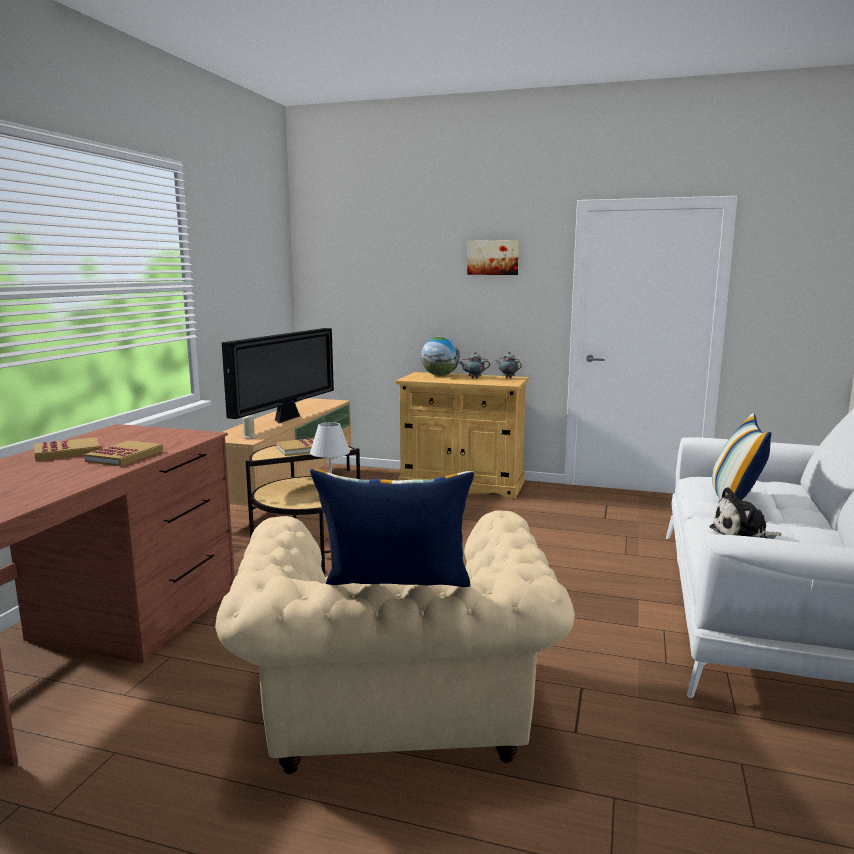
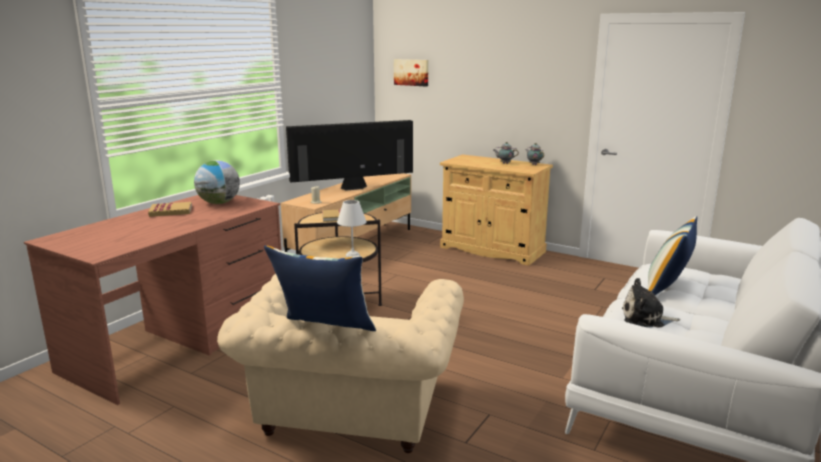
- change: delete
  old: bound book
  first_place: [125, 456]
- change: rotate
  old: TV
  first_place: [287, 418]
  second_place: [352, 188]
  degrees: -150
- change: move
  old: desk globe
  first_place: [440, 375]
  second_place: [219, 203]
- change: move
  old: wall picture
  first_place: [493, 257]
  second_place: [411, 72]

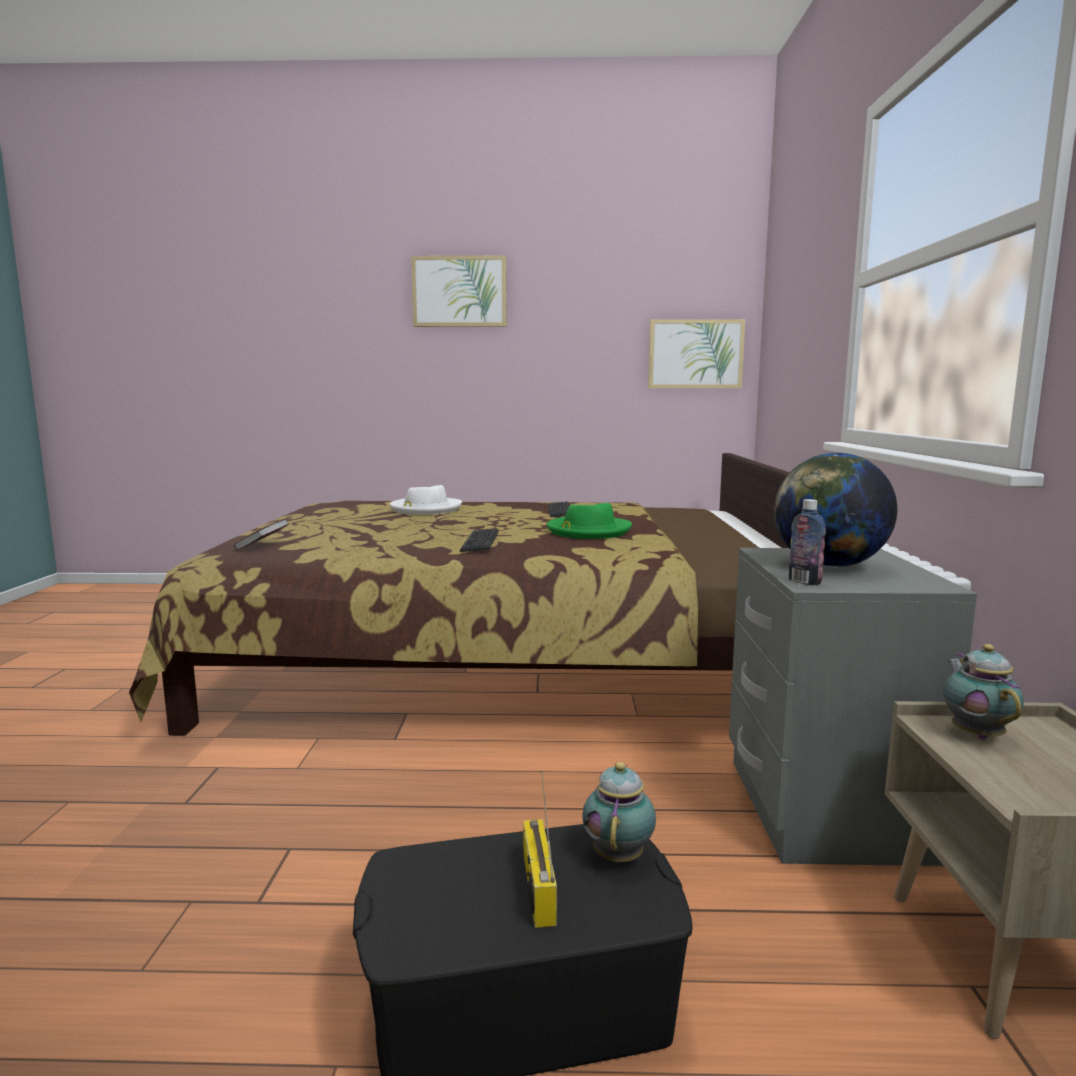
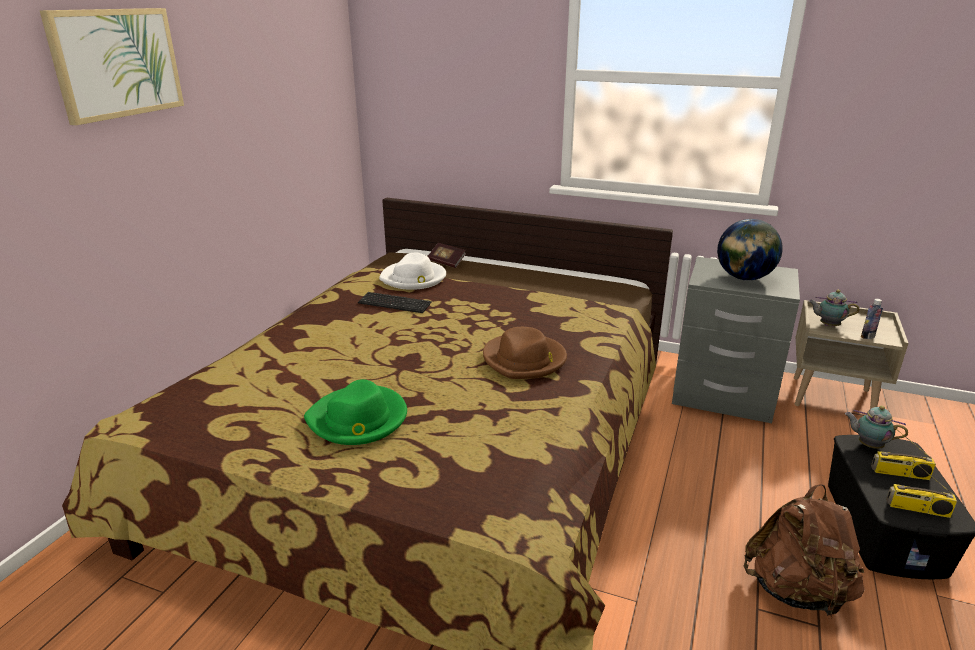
- change: move
  old: bound book
  first_place: [263, 545]
  second_place: [446, 262]
- change: move
  old: white-coloured clothing hat
  first_place: [425, 509]
  second_place: [414, 278]
- change: replace
  old: PC keyboard
  new: brown clothing hat
  first_place: [480, 542]
  second_place: [525, 360]
- change: move
  old: greenish clothing hat
  first_place: [588, 531]
  second_place: [358, 419]
- change: delete
  old: wall picture
  first_place: [695, 354]
- change: move
  old: beverage bottle
  first_place: [804, 581]
  second_place: [867, 336]
- change: insert
  new: brown rucksack
  second_place: [797, 591]
- change: insert
  new: radio receiver
  second_place: [917, 509]

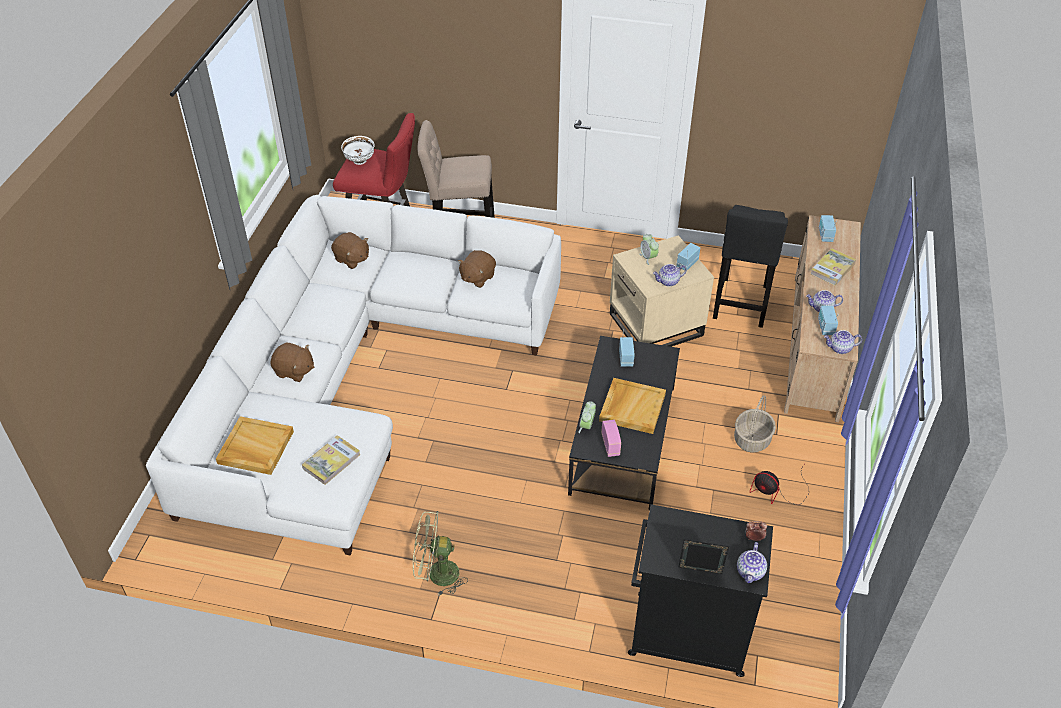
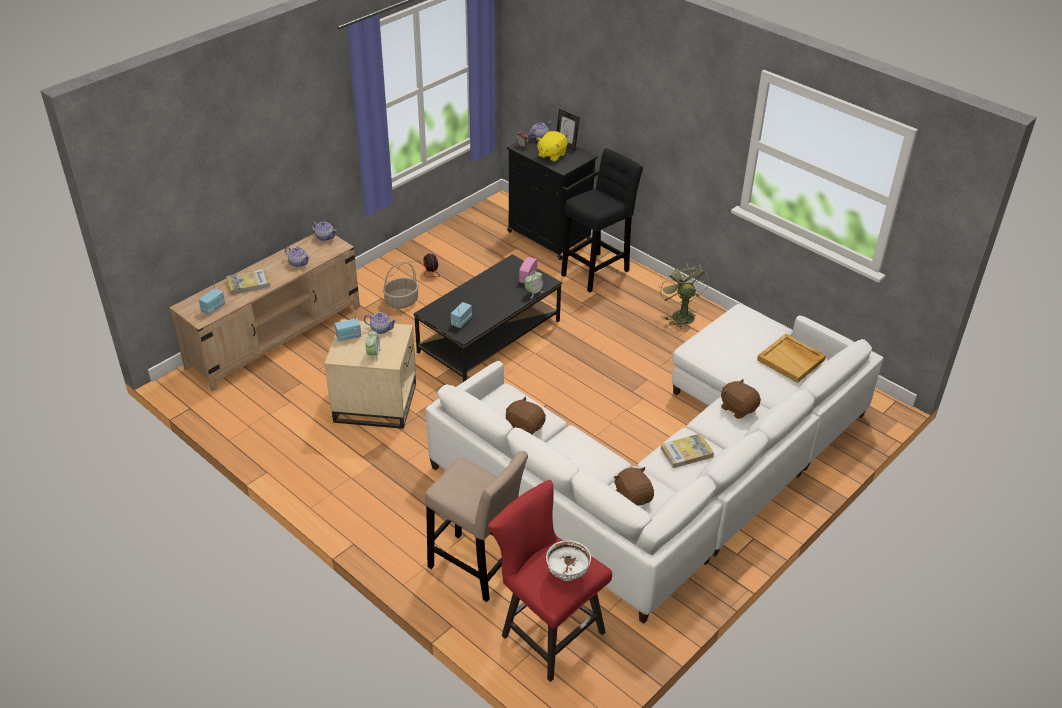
- change: move
  old: bound book
  first_place: [331, 461]
  second_place: [686, 452]
- change: rotate
  old: greenish cooling fan
  first_place: [436, 574]
  second_place: [680, 314]
  degrees: -135
- change: rotate
  old: brown soft toy
  first_place: [477, 277]
  second_place: [525, 427]
  degrees: -120
- change: delete
  old: sand-coloured tray
  first_place: [632, 407]
- change: move
  old: blackish sitting stool
  first_place: [740, 305]
  second_place: [597, 271]
- change: delete
  old: radio receiver
  first_place: [825, 327]
- change: insert
  new: yellowish soft toy
  second_place: [551, 155]

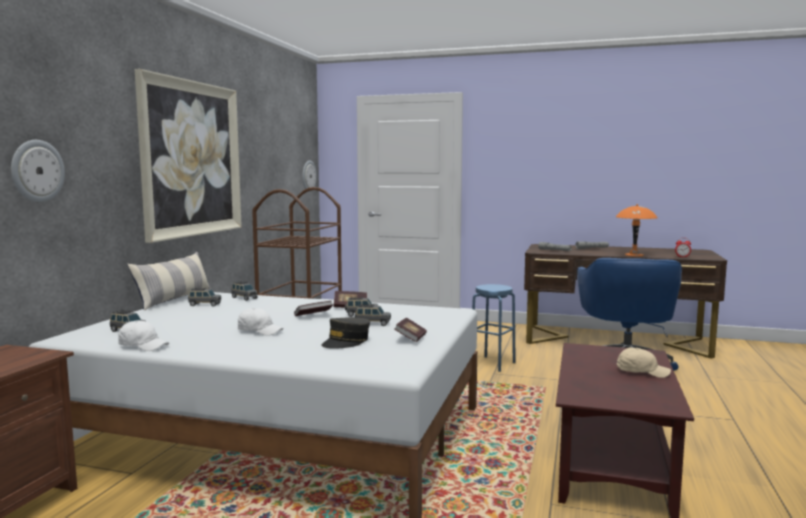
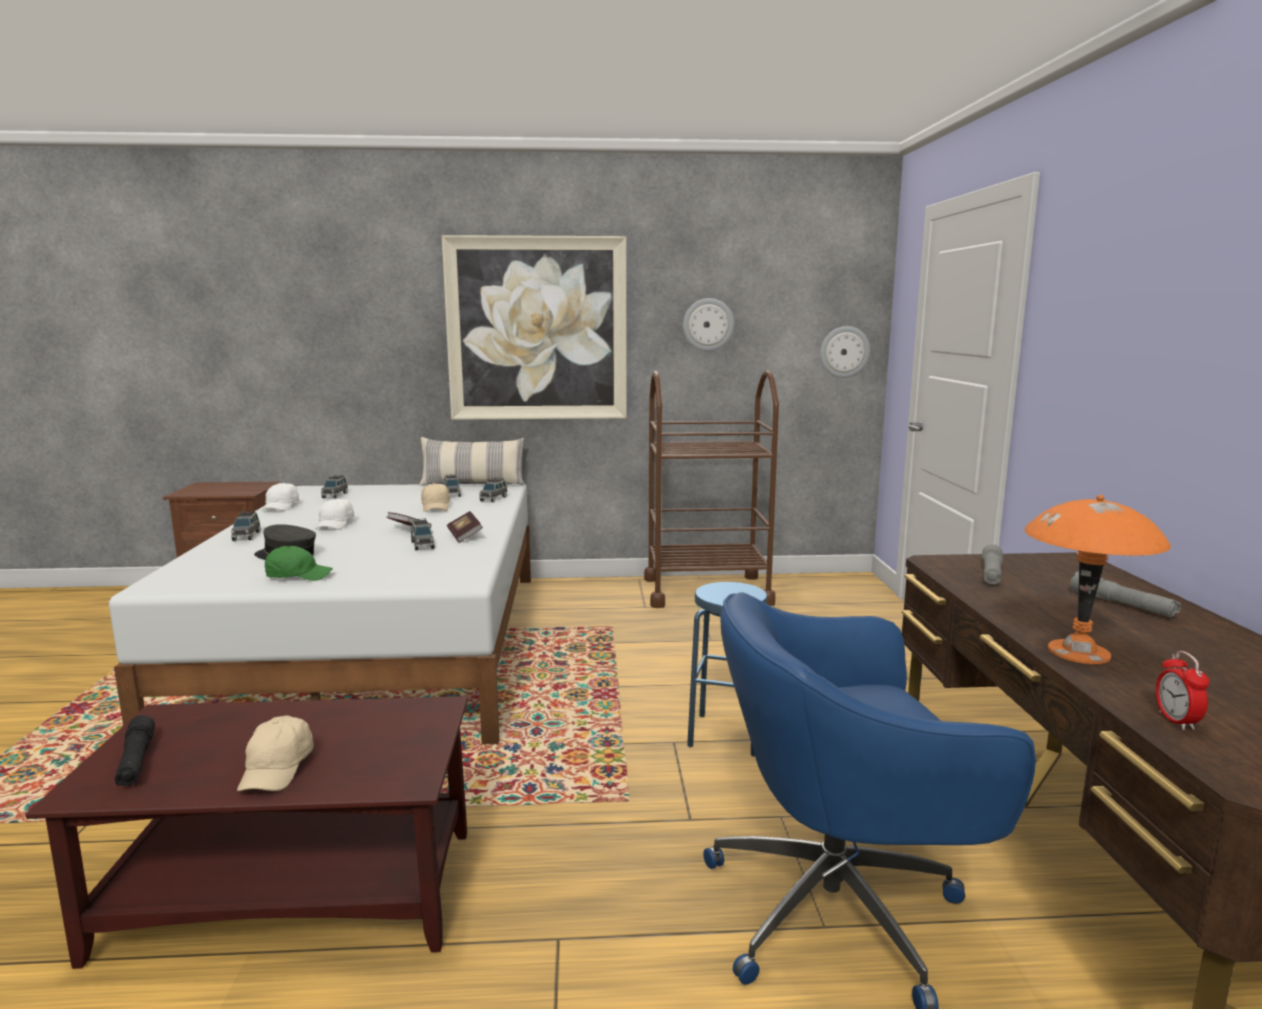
- change: move
  old: hanging clock
  first_place: [37, 171]
  second_place: [708, 324]
- change: move
  old: greyish model car
  first_place: [372, 323]
  second_place: [246, 536]
- change: replace
  old: bound book
  new: greenish peaked cap
  first_place: [411, 338]
  second_place: [298, 576]
- change: insert
  new: blackish flashlight
  second_place: [136, 761]
- change: insert
  new: sand-coloured peaked cap
  second_place: [436, 507]

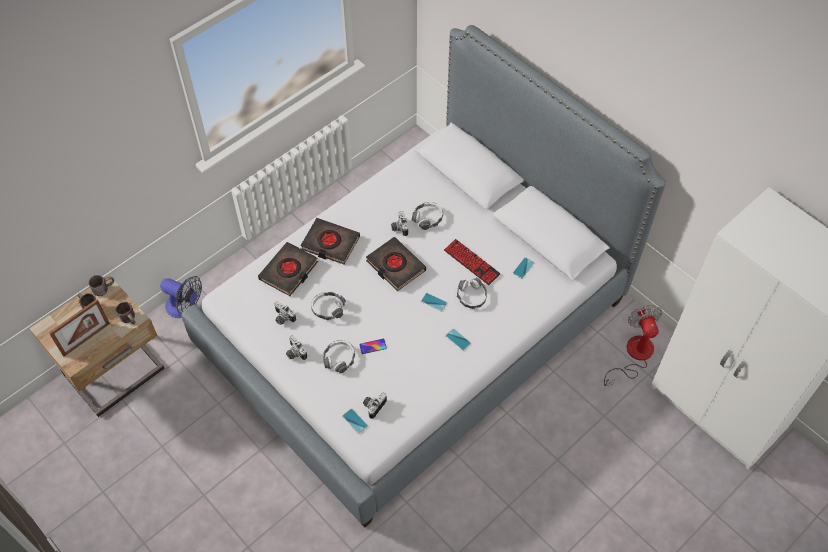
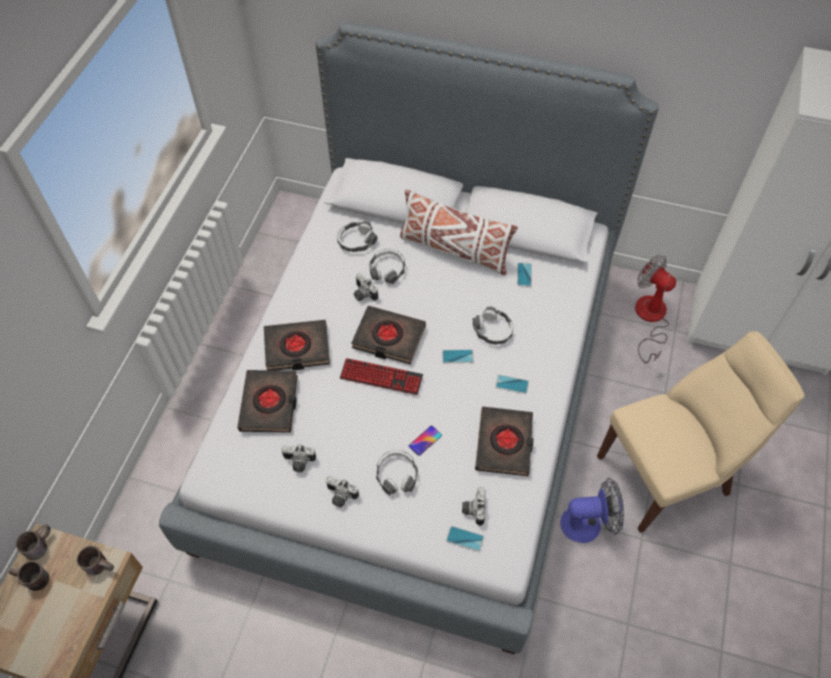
- change: delete
  old: photo frame
  first_place: [86, 339]
- change: move
  old: cooling fan
  first_place: [185, 308]
  second_place: [588, 523]
- change: move
  old: headset
  first_place: [328, 308]
  second_place: [356, 241]
- change: move
  old: PC keyboard
  first_place: [471, 262]
  second_place: [381, 377]
- change: insert
  new: white-coloured throw pillow
  second_place: [454, 250]
- change: insert
  new: blackish bound book
  second_place: [504, 444]
- change: insert
  new: sand-coloured plain chair
  second_place: [669, 474]

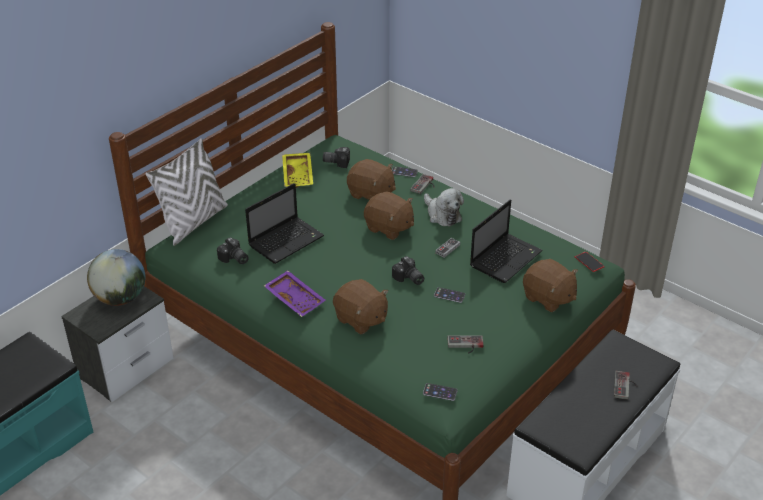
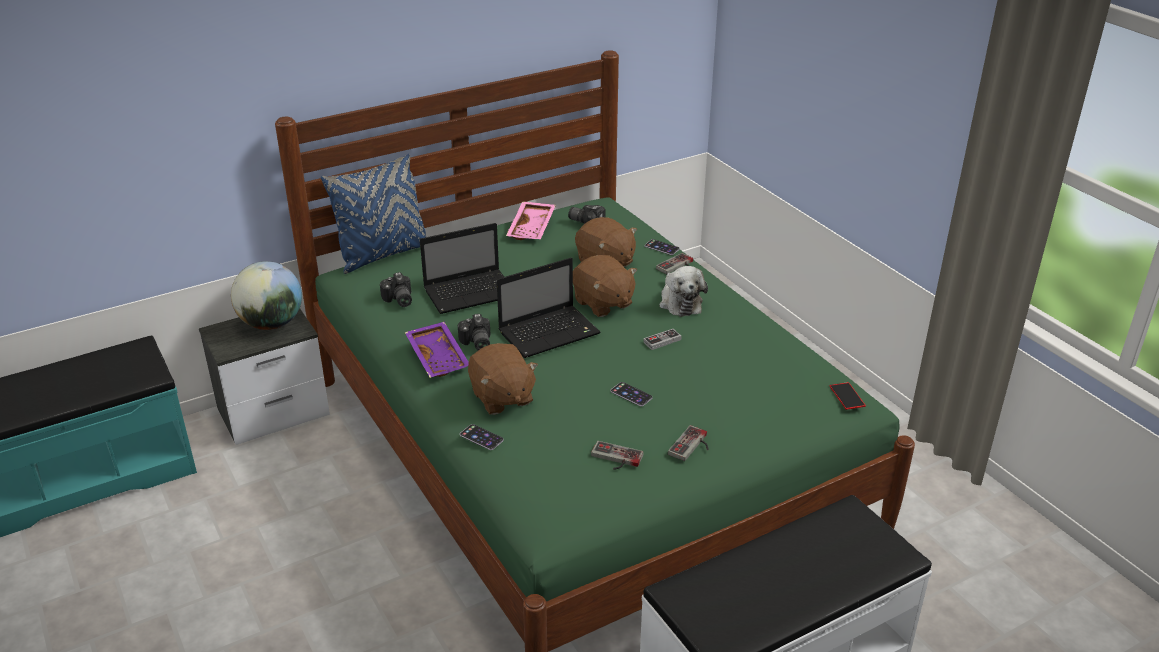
- change: recolor
  old: white-coloured throw pillow
  new: blue-coloured throw pillow
  first_place: [193, 222]
  second_place: [383, 254]
- change: recolor
  old: yellowish tray
  new: pinkish tray
  first_place: [299, 175]
  second_place: [532, 228]
- change: move
  old: still camera
  first_place: [408, 279]
  second_place: [476, 343]
- change: move
  old: handset
  first_place: [440, 392]
  second_place: [481, 437]
- change: move
  old: notebook computer
  first_place: [506, 258]
  second_place: [550, 332]
- change: delete
  old: brown soft toy
  first_place: [548, 298]
- change: move
  old: game controller
  first_place: [625, 386]
  second_place: [692, 446]

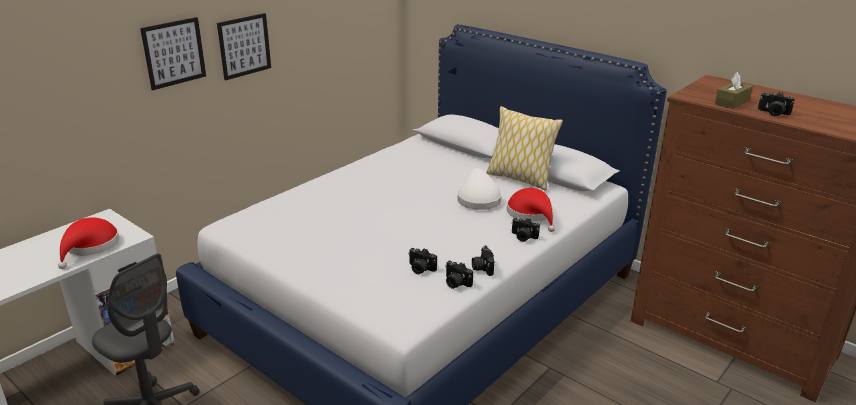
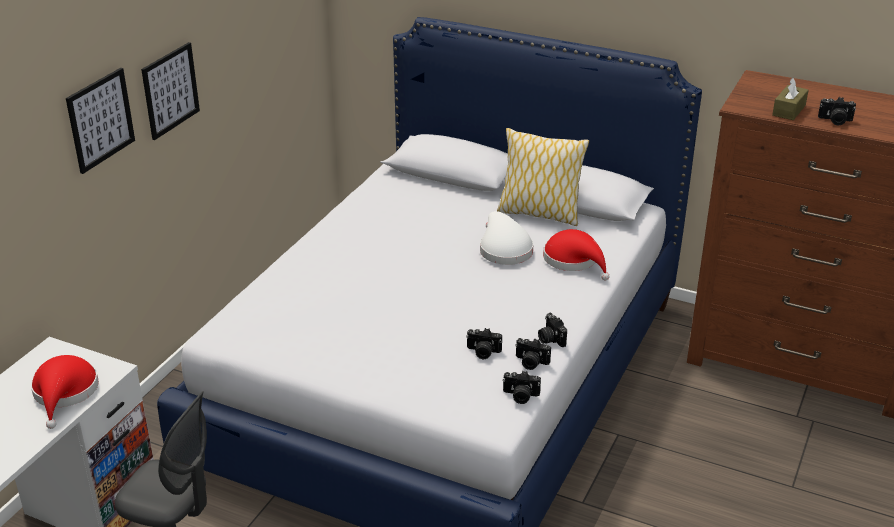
- change: move
  old: still camera
  first_place: [523, 237]
  second_place: [520, 396]

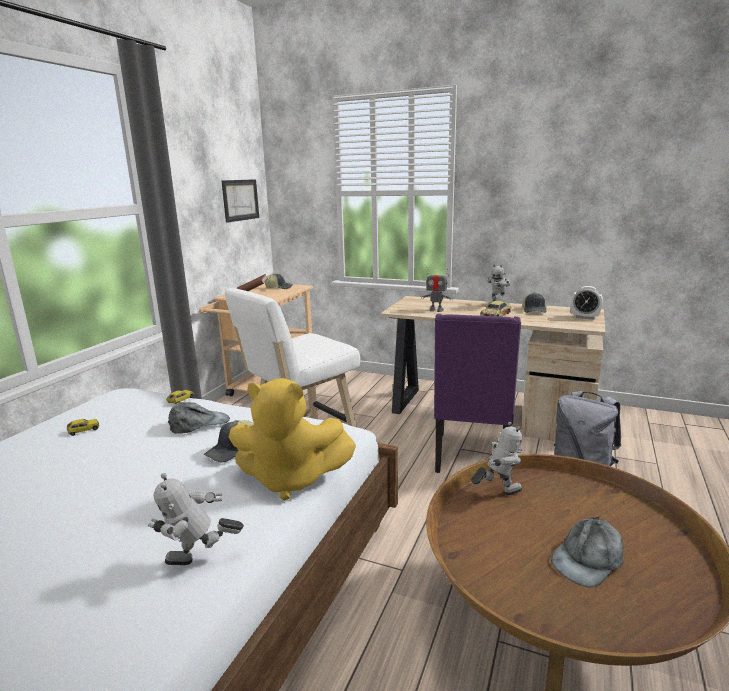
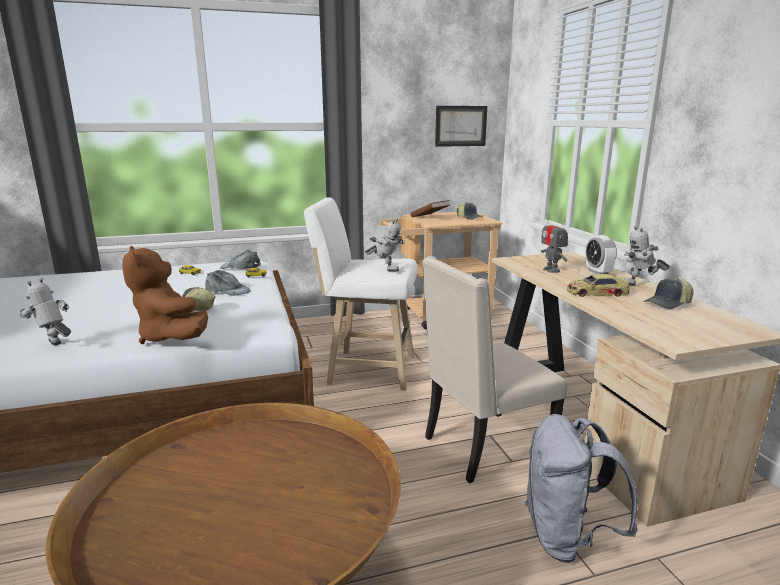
- change: recolor
  old: yellowish soft toy
  new: brown soft toy
  first_place: [291, 479]
  second_place: [171, 337]
- change: recolor
  old: purple plain chair
  new: sand-coloured plain chair
  first_place: [472, 457]
  second_place: [484, 447]
- change: move
  old: robot figure
  first_place: [497, 493]
  second_place: [385, 269]
- change: move
  old: greyish peaked cap
  first_place: [587, 559]
  second_place: [240, 267]
- change: move
  old: bedside clock
  first_place: [585, 317]
  second_place: [598, 272]

